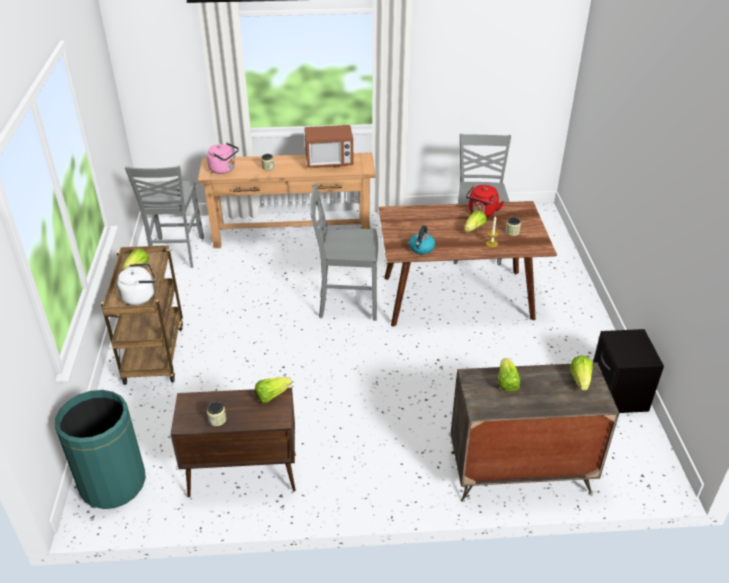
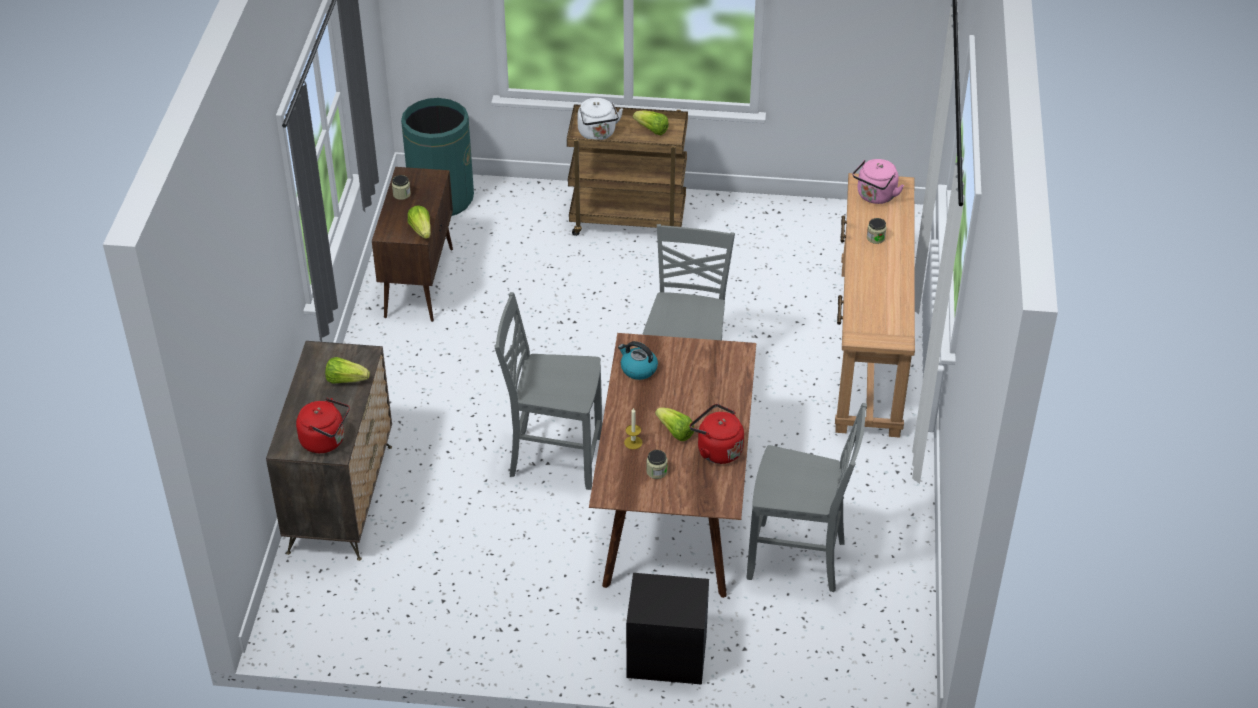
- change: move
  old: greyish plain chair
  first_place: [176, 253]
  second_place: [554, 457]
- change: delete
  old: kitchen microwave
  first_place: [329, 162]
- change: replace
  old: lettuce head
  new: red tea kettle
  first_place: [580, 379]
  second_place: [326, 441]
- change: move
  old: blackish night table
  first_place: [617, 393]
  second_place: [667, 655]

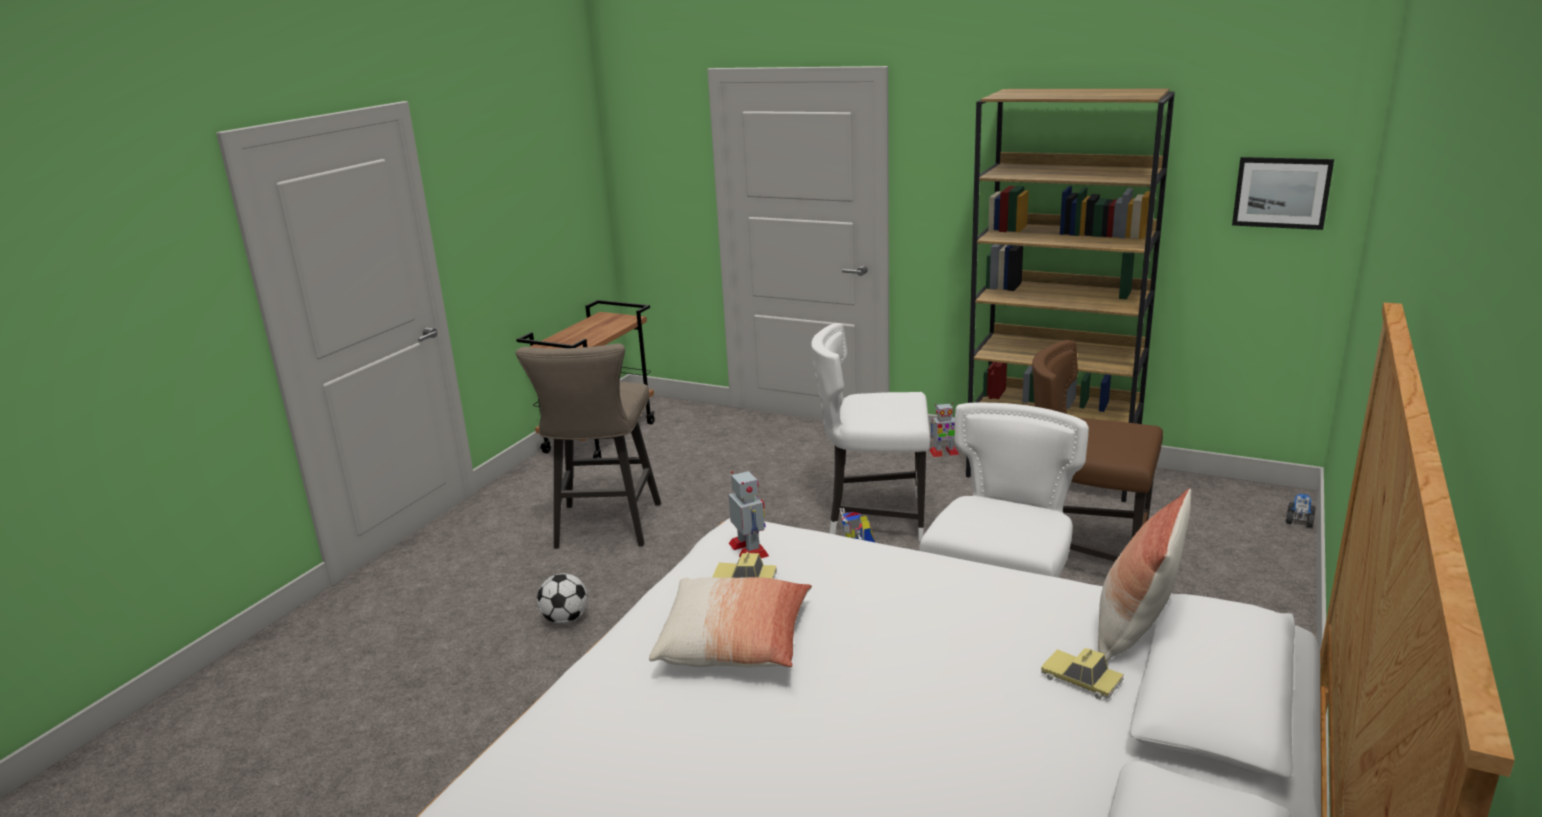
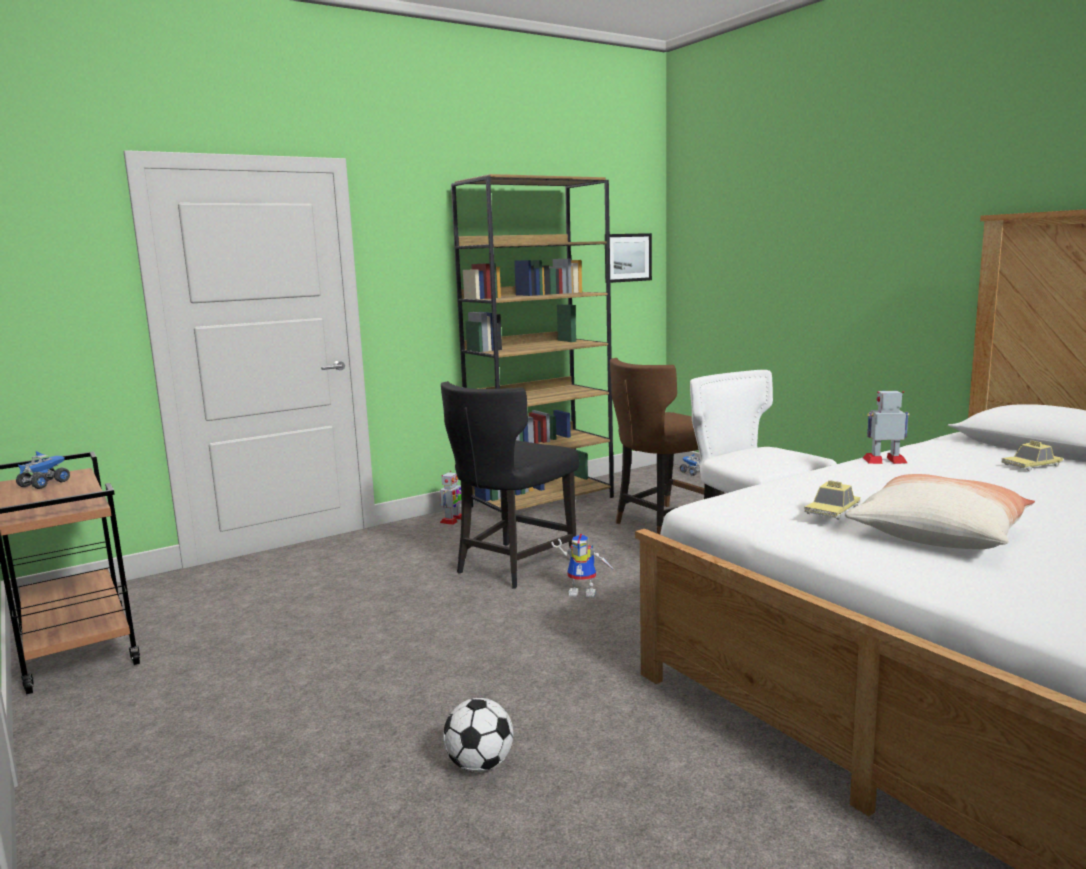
- change: delete
  old: sand-coloured sitting stool
  first_place: [605, 529]
- change: move
  old: robot figure
  first_place: [749, 550]
  second_place: [885, 460]
- change: recolor
  old: white-coloured plain chair
  new: blackish plain chair
  first_place: [874, 517]
  second_place: [512, 566]
- change: delete
  old: throw pillow
  first_place: [1134, 631]
- change: insert
  new: model truck
  second_place: [45, 484]

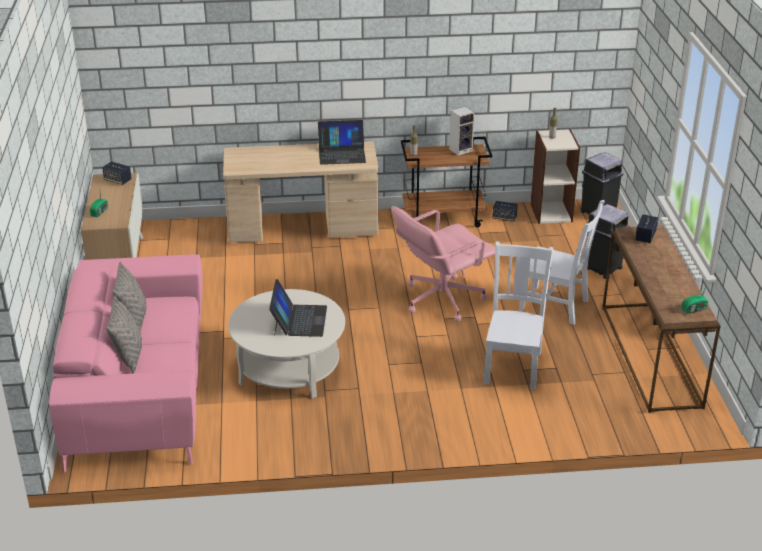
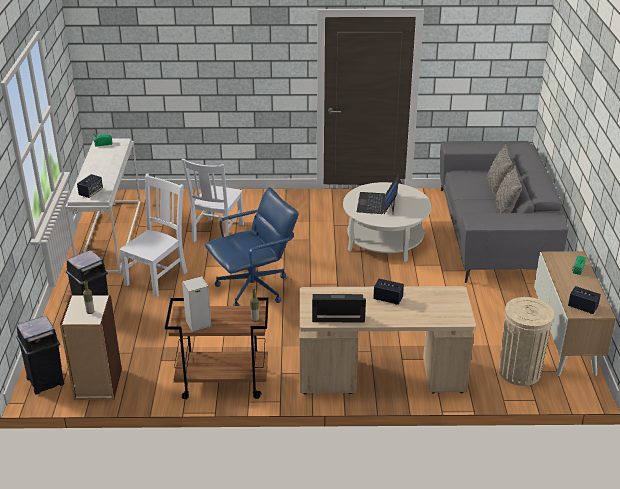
- change: recolor
  old: pinkish couch
  new: greyish couch
  first_place: [139, 388]
  second_place: [493, 233]
- change: recolor
  old: pinkish computer chair
  new: blue-coloured computer chair
  first_place: [441, 299]
  second_place: [254, 288]
- change: move
  old: audio speaker
  first_place: [504, 218]
  second_place: [388, 299]
- change: rotate
  old: white-coloured plain chair
  first_place: [556, 306]
  second_place: [157, 277]
  degrees: 90
- change: recolor
  old: brown narrow table
  new: white-coloured narrow table
  first_place: [651, 356]
  second_place: [109, 235]
- change: insert
  new: sand-coloured waste bin
  second_place: [519, 372]

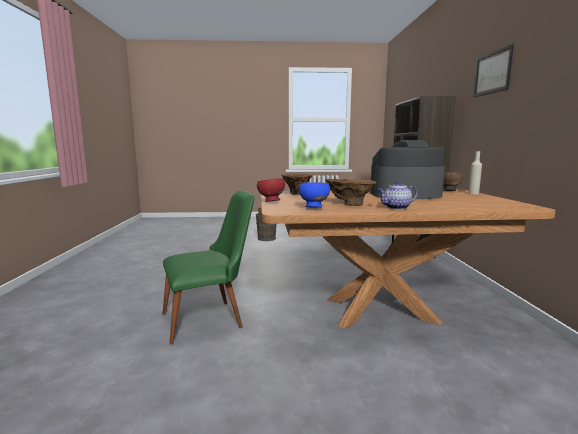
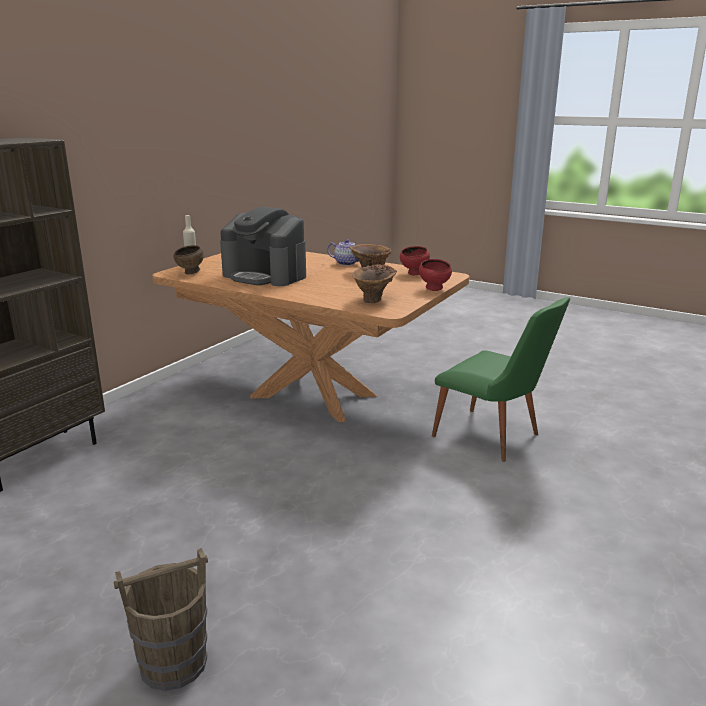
- change: rotate
  old: greenish plain chair
  first_place: [211, 319]
  second_place: [494, 438]
  degrees: -150
- change: recolor
  old: blue-coloured deep dish
  new: red deep dish
  first_place: [313, 208]
  second_place: [414, 274]
- change: delete
  old: wall picture
  first_place: [492, 73]

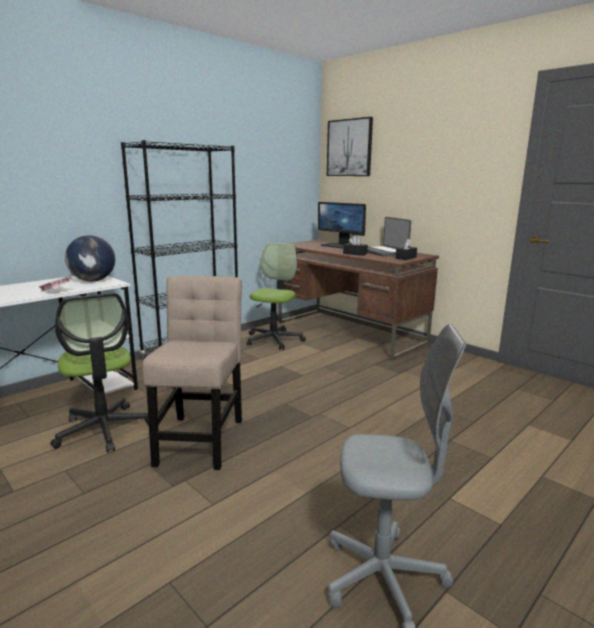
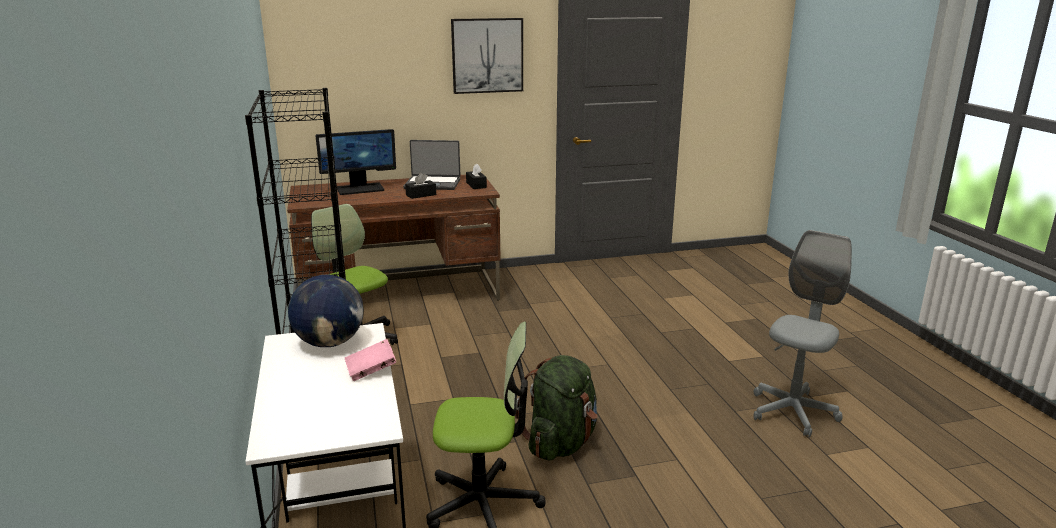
- change: replace
  old: sand-coloured plain chair
  new: greenish rucksack
  first_place: [201, 438]
  second_place: [560, 443]
- change: move
  old: wall picture
  first_place: [349, 148]
  second_place: [487, 55]

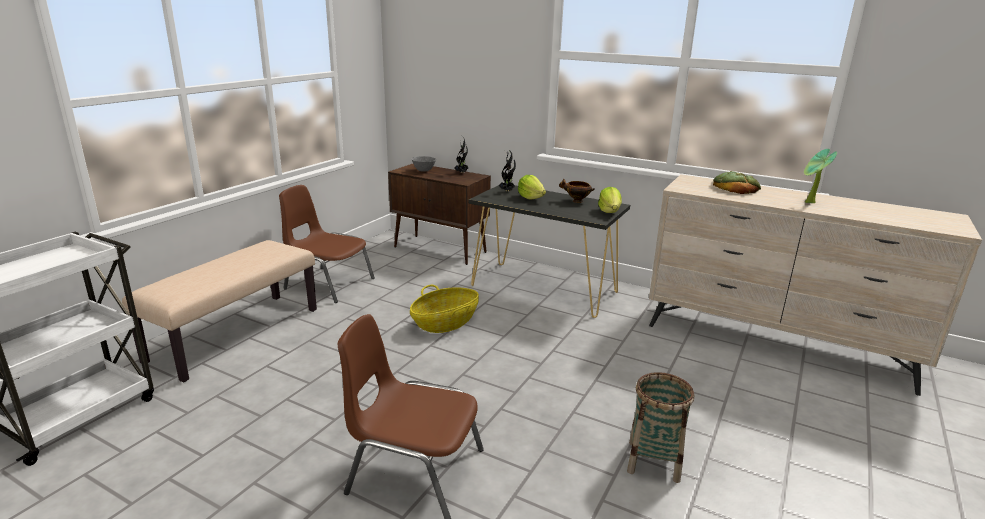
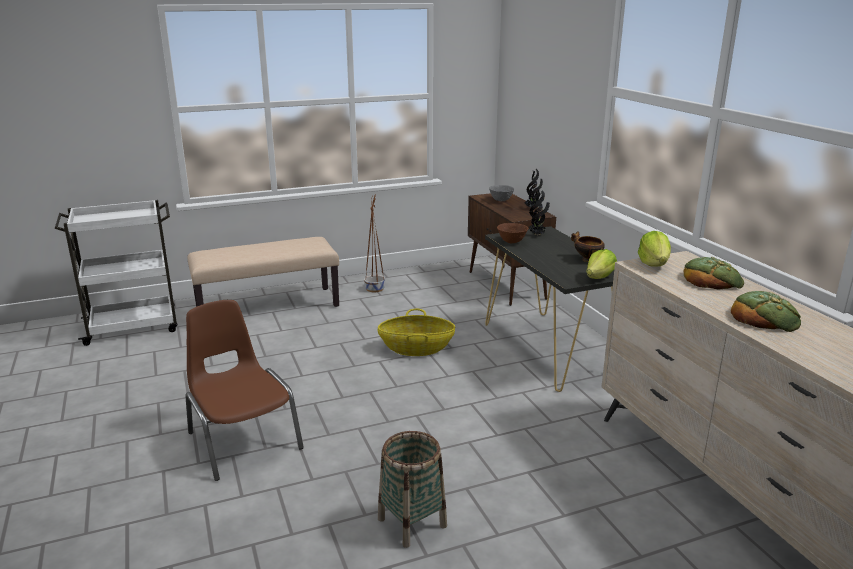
- change: replace
  old: brown plain chair
  new: brown planter
  first_place: [328, 284]
  second_place: [375, 288]
- change: move
  old: lettuce head
  first_place: [531, 198]
  second_place: [654, 264]
- change: replace
  old: plant in a pot
  new: bread
  first_place: [809, 203]
  second_place: [764, 317]
- change: insert
  new: brown deep dish
  second_place: [511, 242]

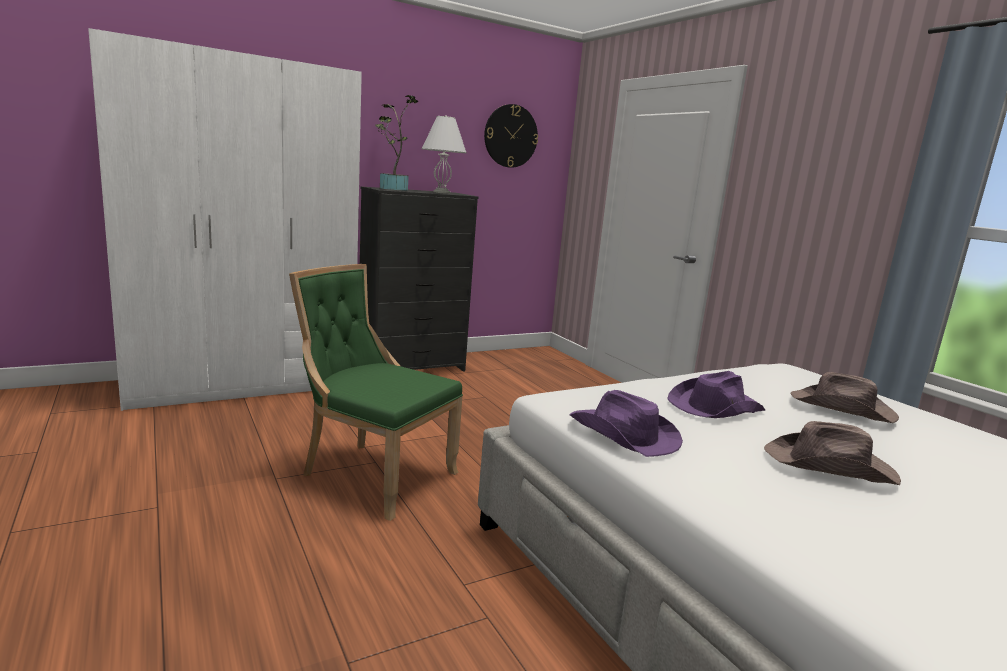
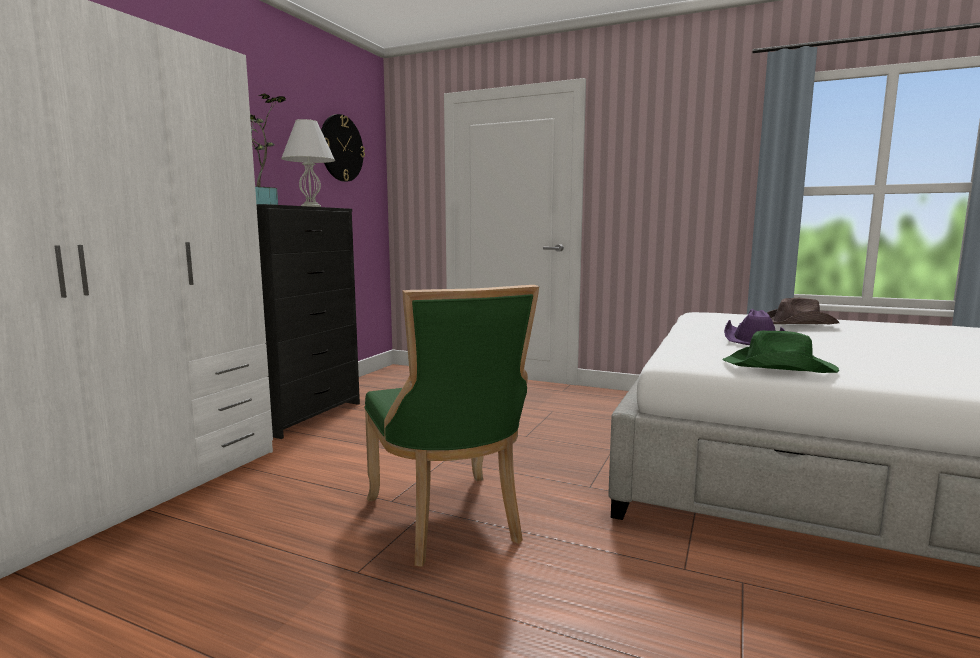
- change: rotate
  old: greenish plain chair
  first_place: [373, 474]
  second_place: [448, 521]
  degrees: -105
- change: recolor
  old: purple clothing hat
  new: greenish clothing hat
  first_place: [623, 434]
  second_place: [779, 367]
- change: delete
  old: brown clothing hat
  first_place: [830, 466]

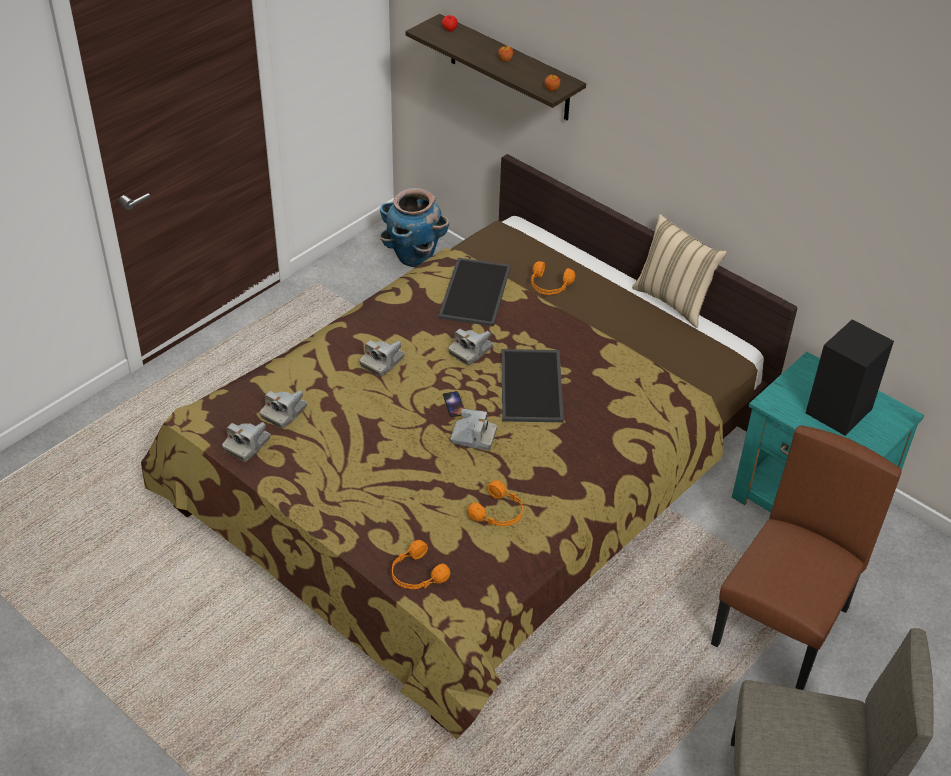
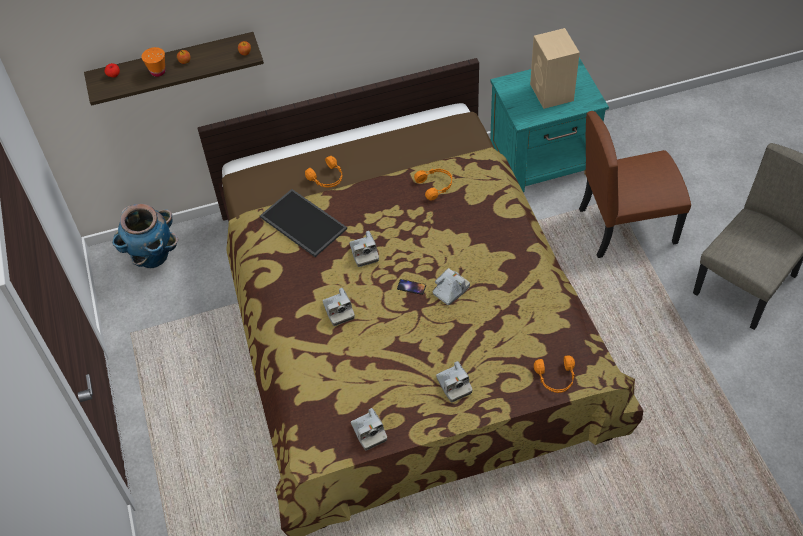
- change: move
  old: still camera
  first_place: [284, 413]
  second_place: [454, 385]
- change: move
  old: orange-coloured headset
  first_place: [498, 513]
  second_place: [435, 186]
- change: delete
  old: tray
  first_place: [533, 386]
- change: delete
  old: sand-coloured throw pillow
  first_place: [674, 301]
- change: rotate
  old: brown plain chair
  first_place: [782, 627]
  second_place: [627, 225]
  degrees: -75
- change: recolor
  old: blackish audio speaker
  new: sand-coloured audio speaker
  first_place: [838, 412]
  second_place: [552, 93]
- change: insert
  new: orange-coloured small cup
  second_place: [158, 71]

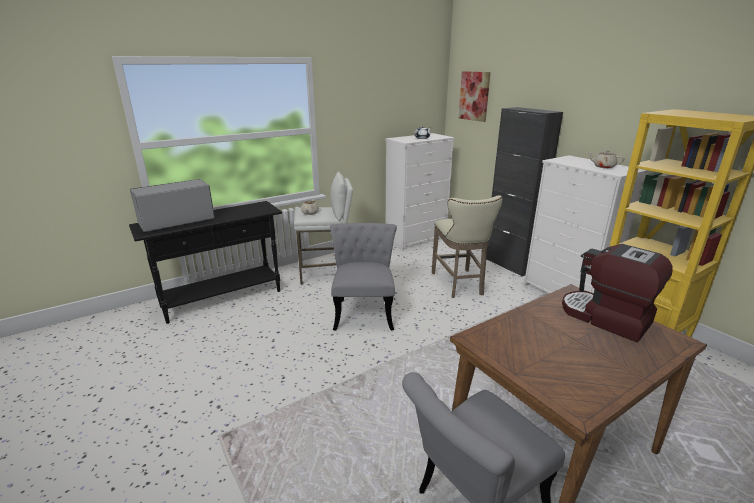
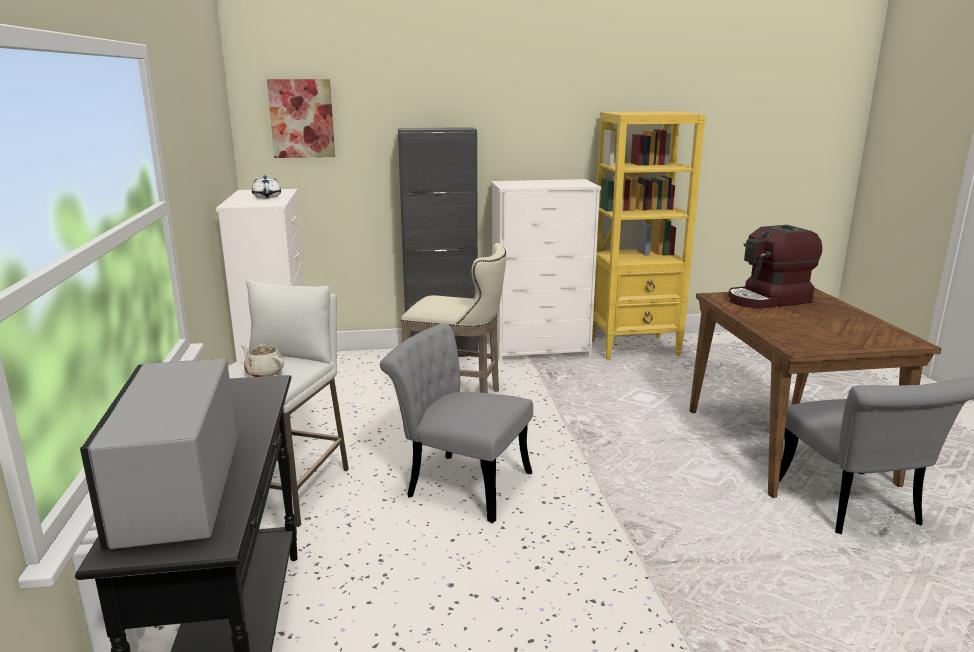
- change: delete
  old: sand-coloured tea pot
  first_place: [603, 167]

